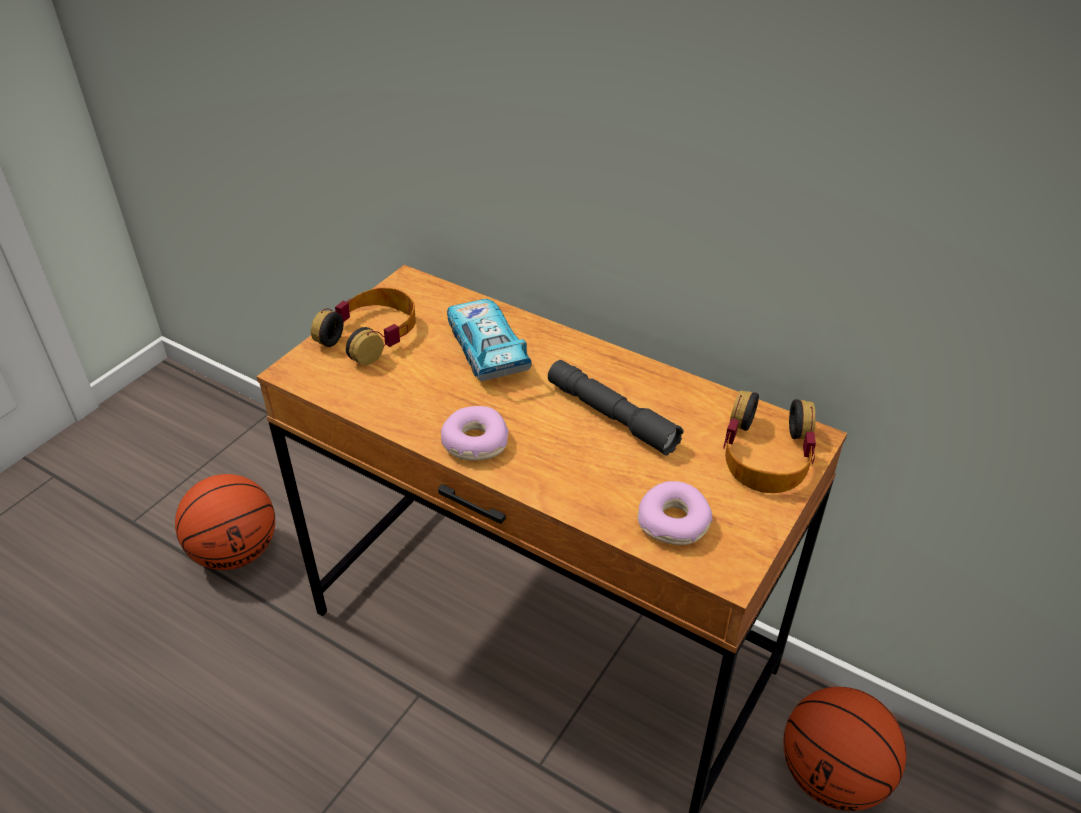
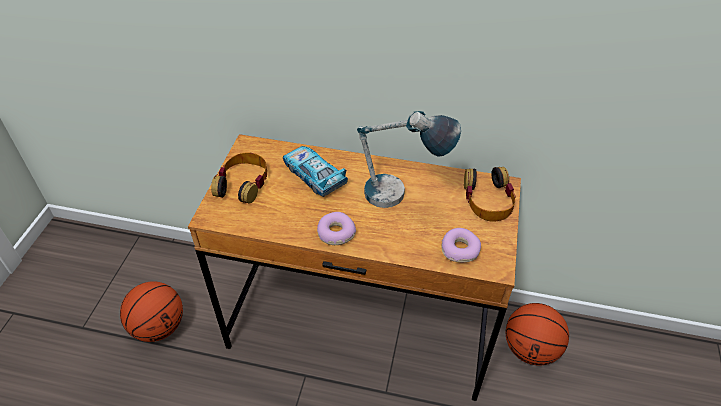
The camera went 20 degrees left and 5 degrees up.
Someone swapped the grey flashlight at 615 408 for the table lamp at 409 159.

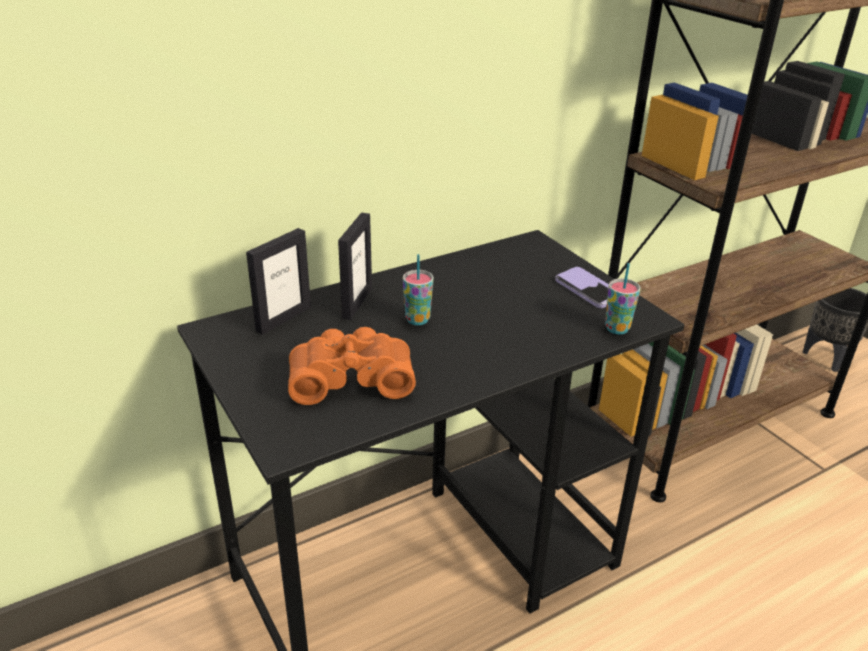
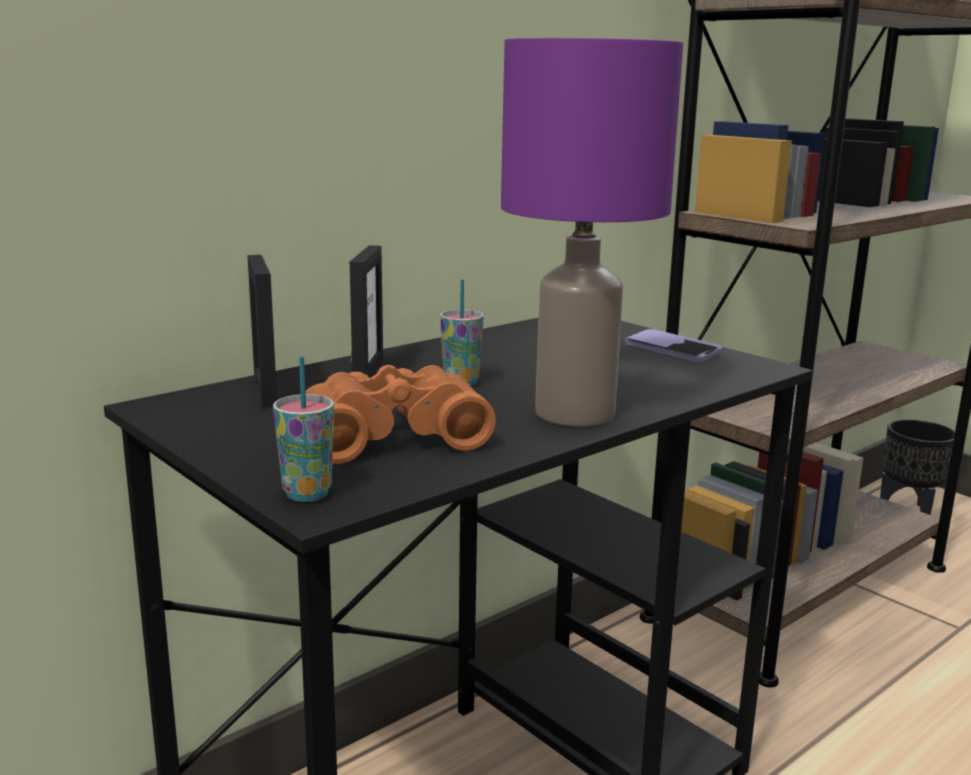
The camera went 10 degrees left and 15 degrees down.
Someone rotated the picture frame at 278 281 by 135 degrees clockwise.
Someone carried the cup from 622 298 to 303 429.
Someone put down the purple table lamp at 592 232.

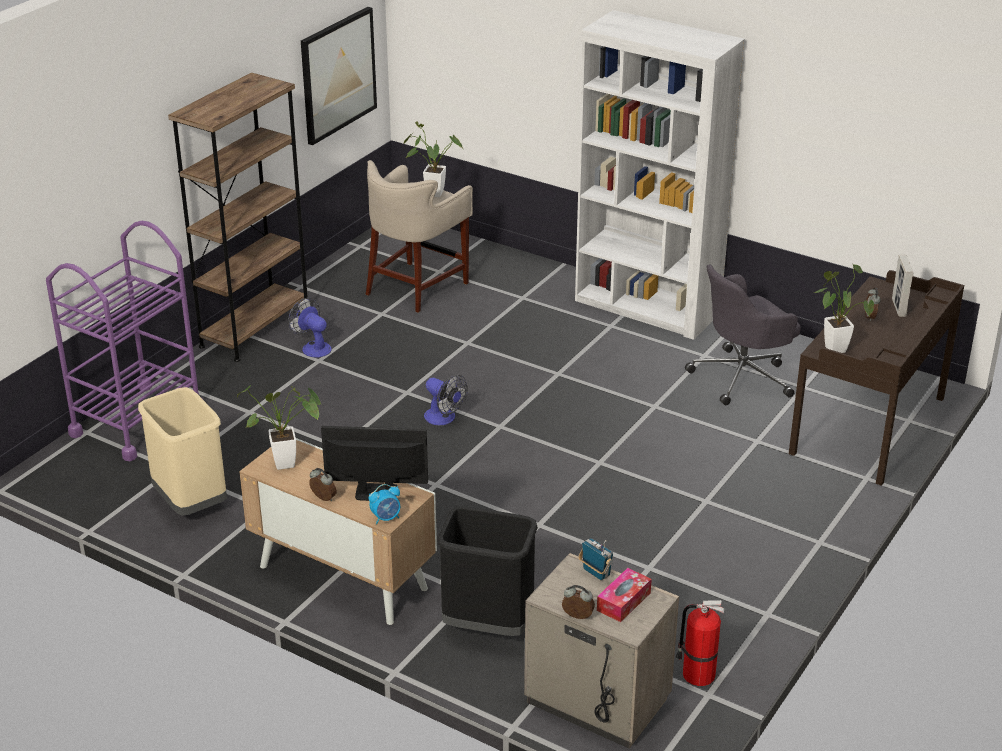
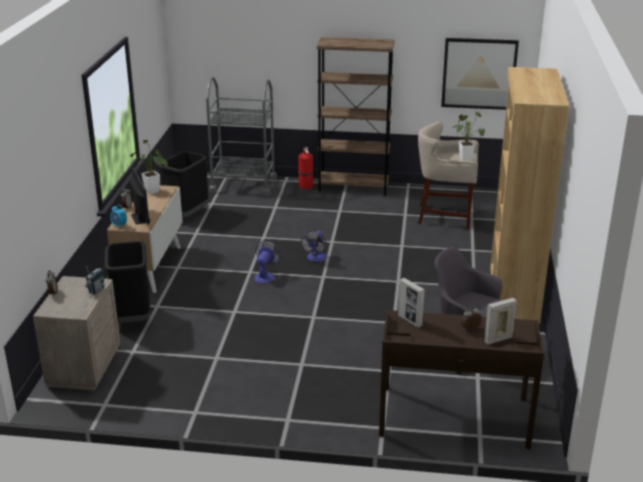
The camera went 65 degrees right and 5 degrees down.
Someone repainted the purple cart at 122 341, which became the grey cart at 241 136.
Someone repainted the beige trash can at 182 451, which became the black trash can at 184 184.
Someone carried the fan from 310 327 to 267 262.
Someone repainted the white bookcase at 660 175, which became the brown bookcase at 529 195.
Someone took away the tissue box at 624 595.
Someone carried the fire extinguisher from 700 643 to 305 168.
Someone swapped the potted plant at 844 308 for the picture frame at 411 303.

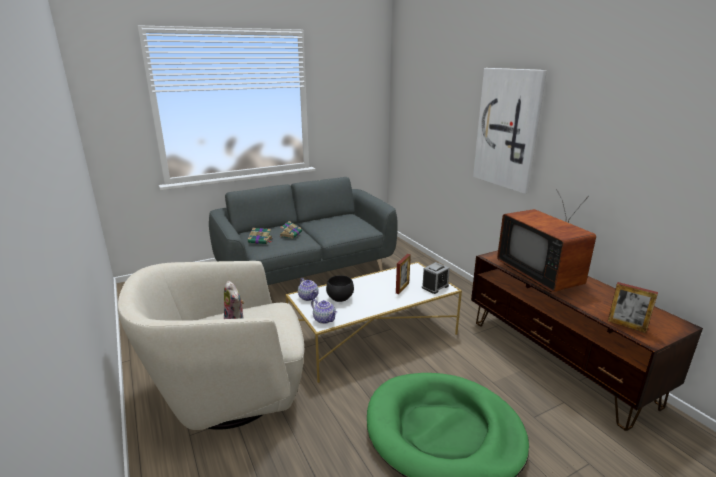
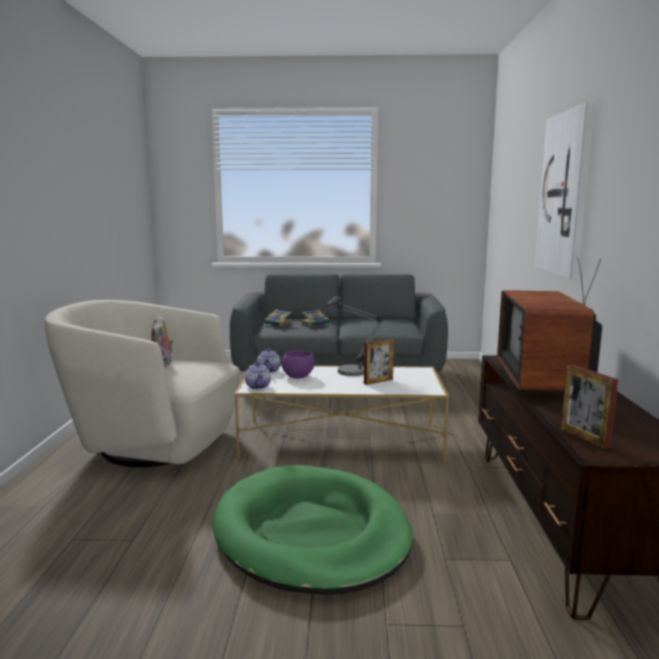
The camera went 30 degrees right and 10 degrees down.
Someone repainted the black bowl at 340 288, which became the purple bowl at 298 364.
Someone took away the alarm clock at 436 278.
Someone put down the table lamp at 356 336.

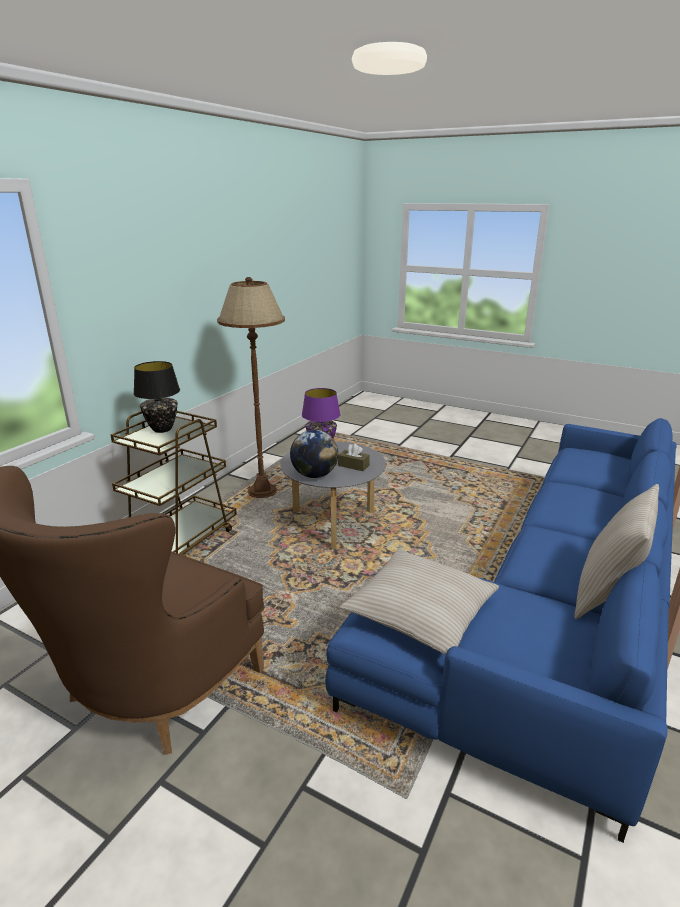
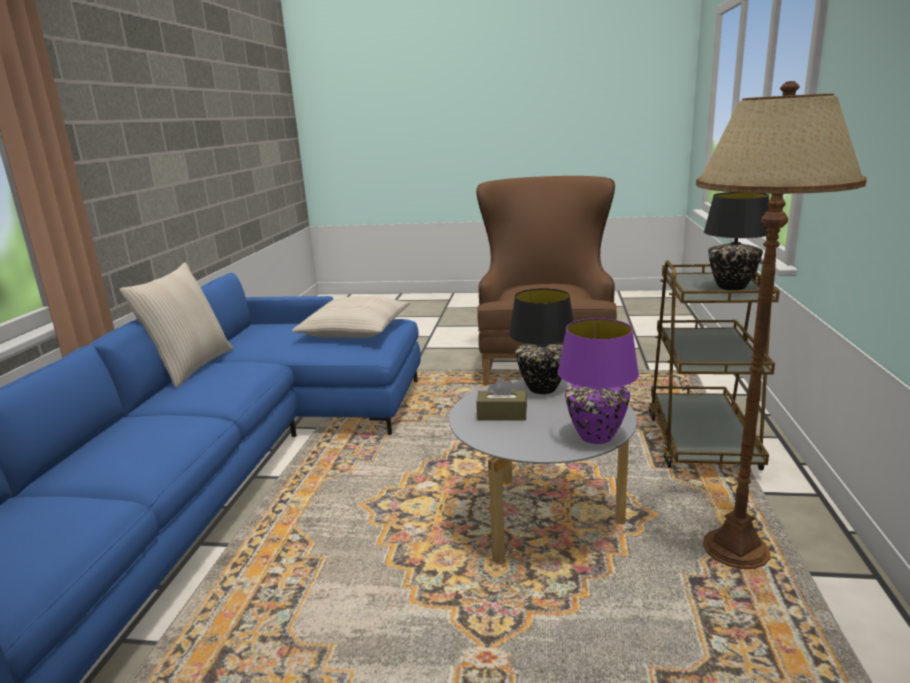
The camera went 160 degrees right and 5 degrees down.
Someone swapped the globe at 314 454 for the black table lamp at 541 341.

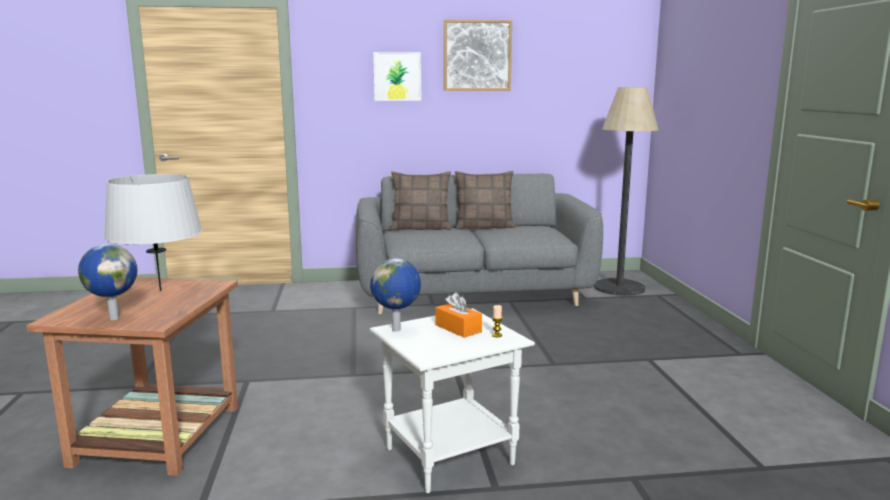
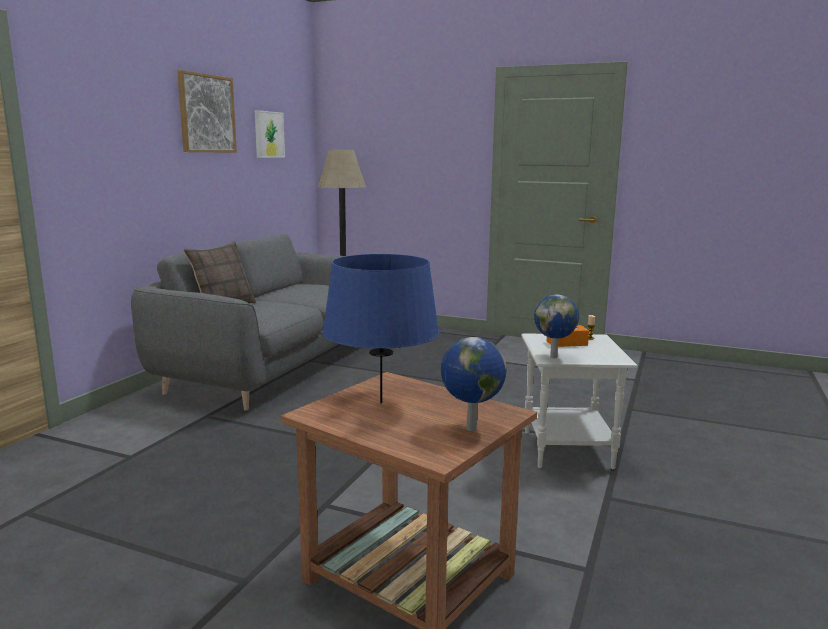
The camera went 60 degrees left and 0 degrees up.
Someone repainted the grey table lamp at 153 232, which became the blue table lamp at 380 329.
Someone carried the picture from 397 76 to 270 134.
Someone took away the pillow at 485 200.

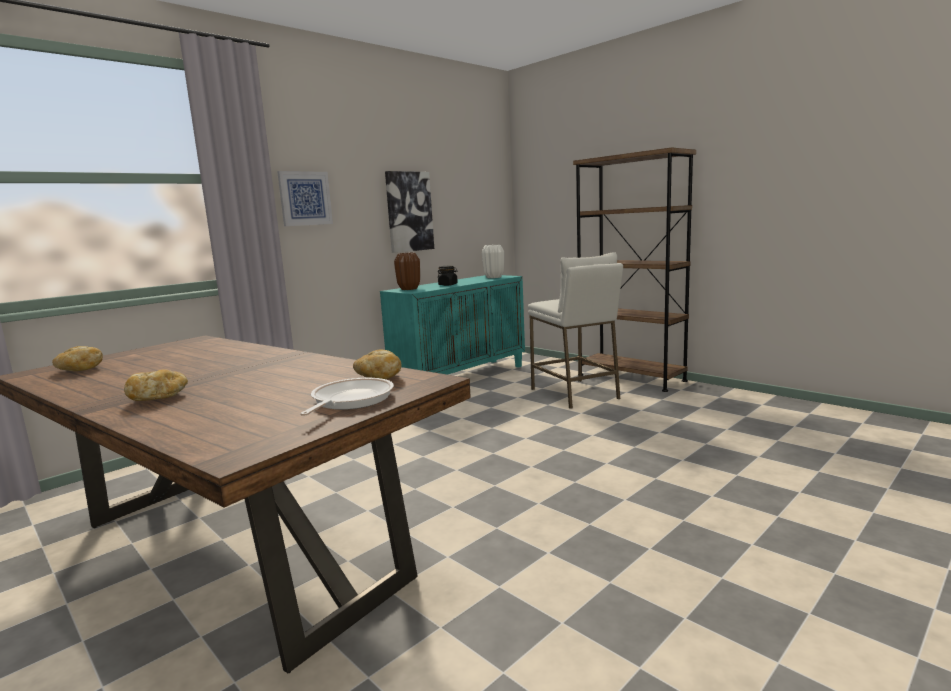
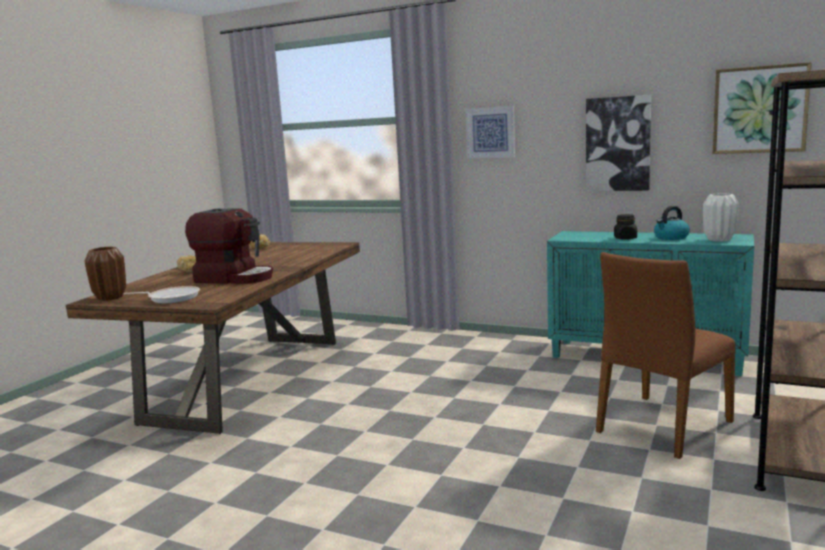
The camera went 70 degrees right and 0 degrees up.
Someone took away the bread at 377 364.
Someone carried the brown vase from 407 271 to 105 274.
Someone swapped the white stool at 575 330 for the brown chair at 666 355.
Someone put down the coffee machine at 229 246.
Someone put down the kettle at 672 223.
Someone put up the picture at 762 108.

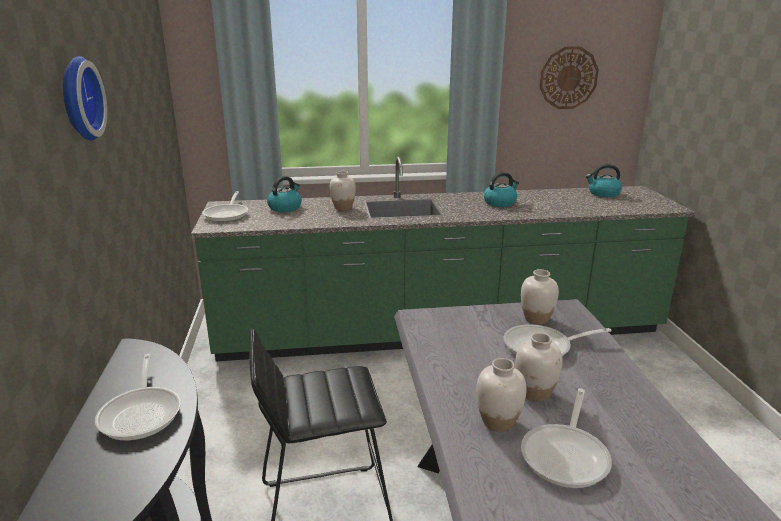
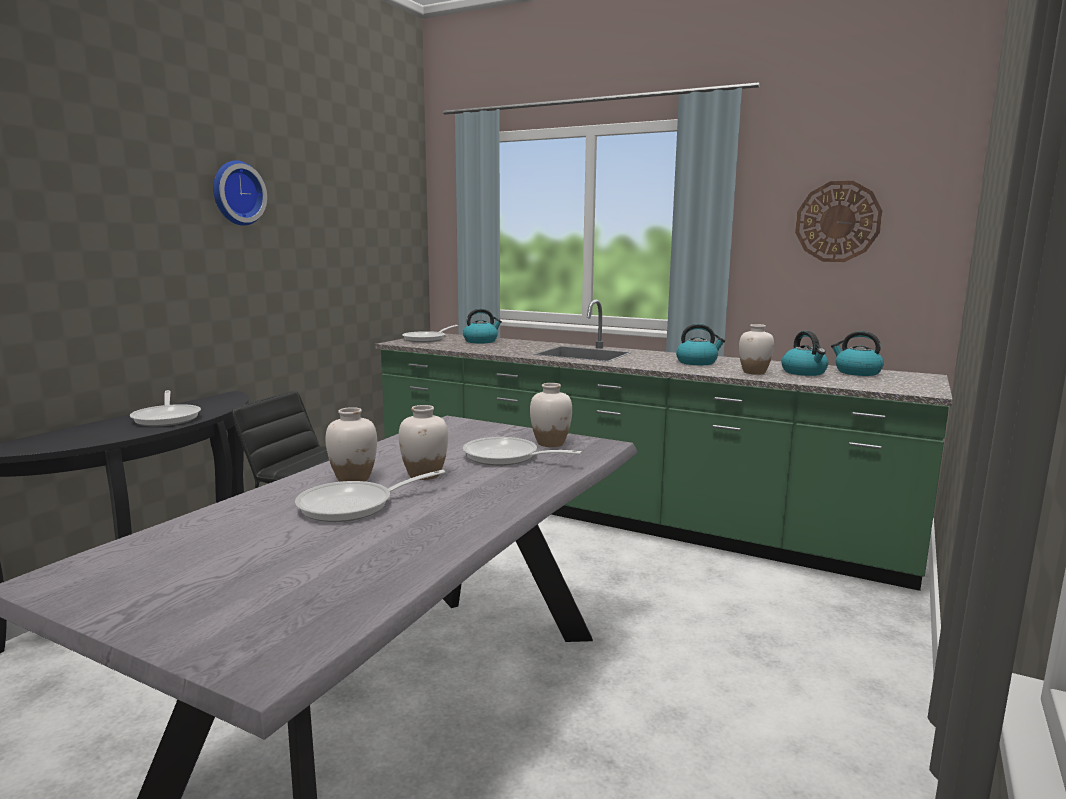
The camera went 35 degrees right and 10 degrees down.
Someone rotated the frying pan at 138 397 by 45 degrees counterclockwise.
Someone carried the white vase from 343 191 to 756 349.
Someone put down the kettle at 804 353.

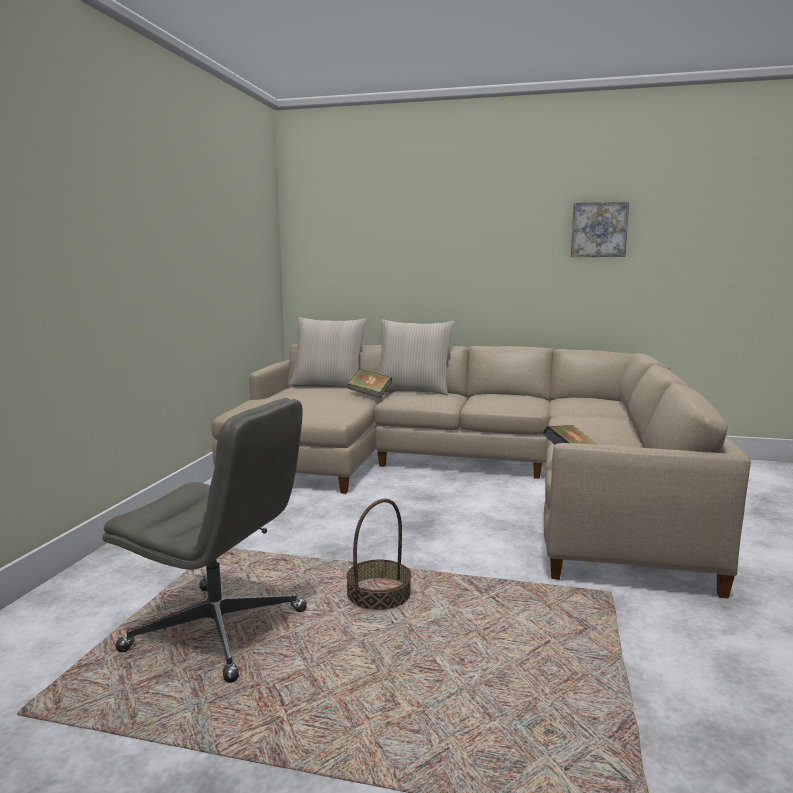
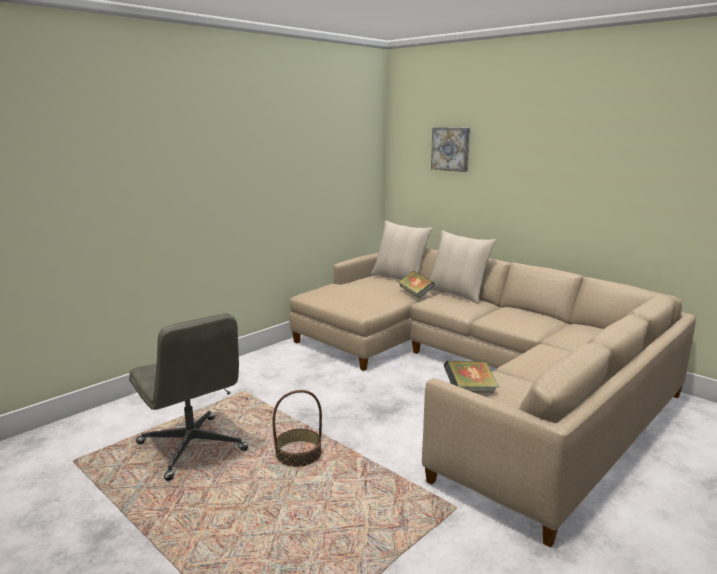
The camera went 30 degrees right and 5 degrees up.
Someone carried the picture from 600 229 to 450 149.

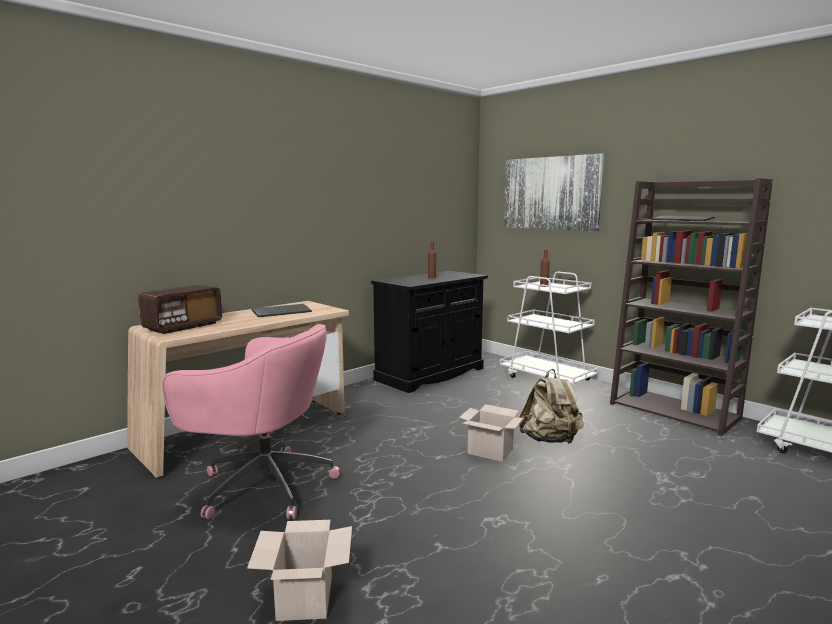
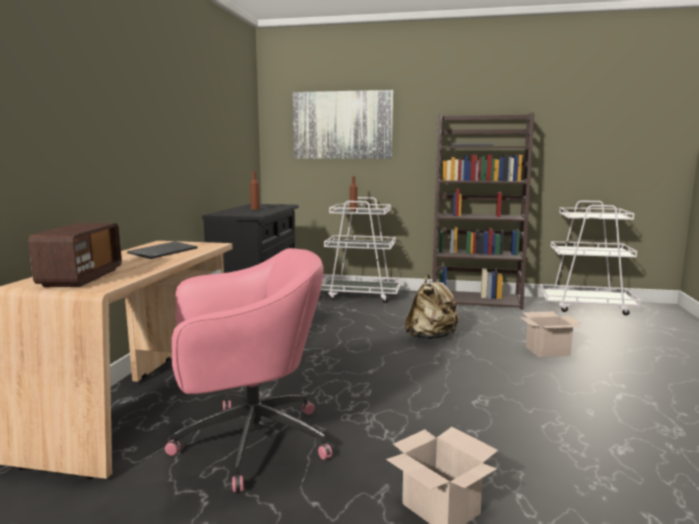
The camera went 35 degrees left and 0 degrees up.
Someone carried the cardboard box from 491 433 to 551 334.

